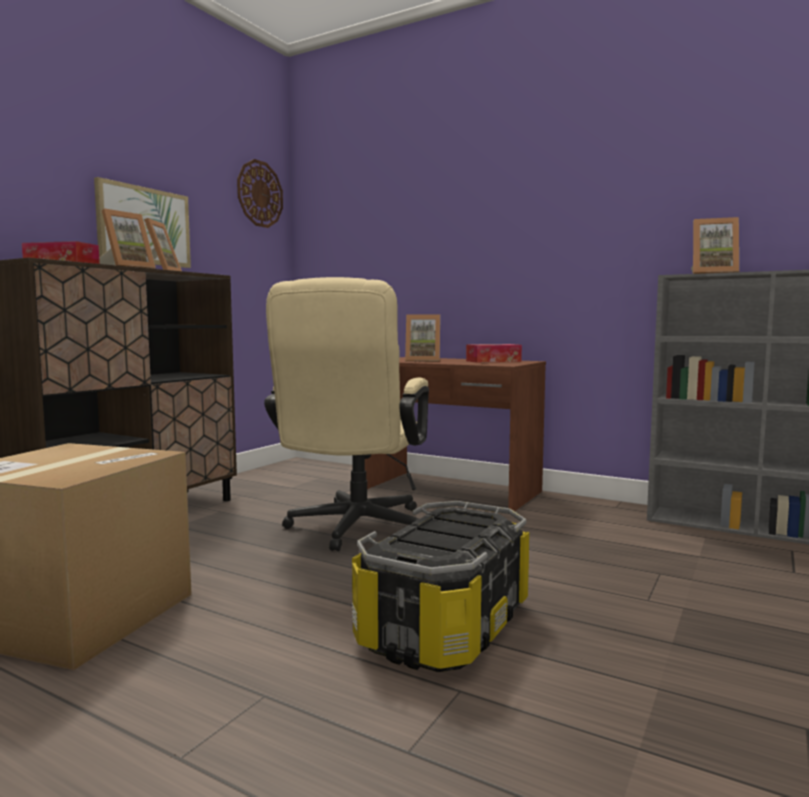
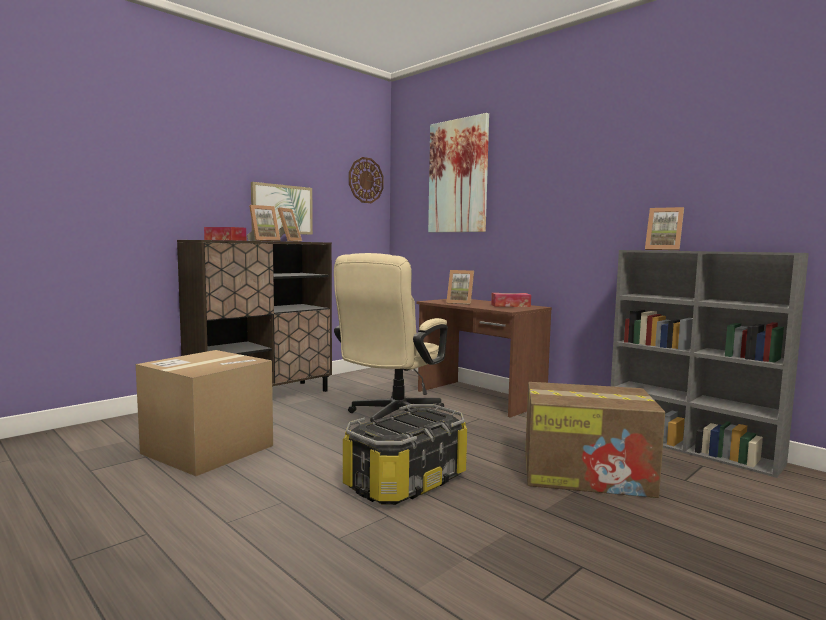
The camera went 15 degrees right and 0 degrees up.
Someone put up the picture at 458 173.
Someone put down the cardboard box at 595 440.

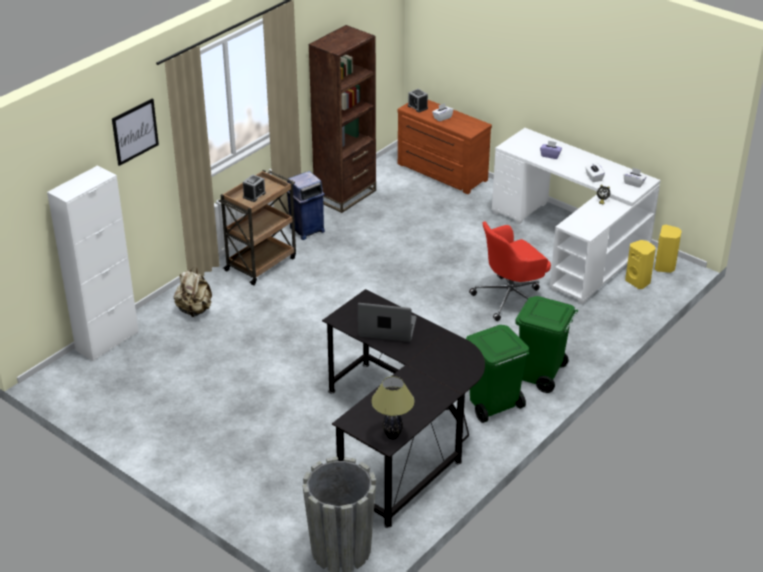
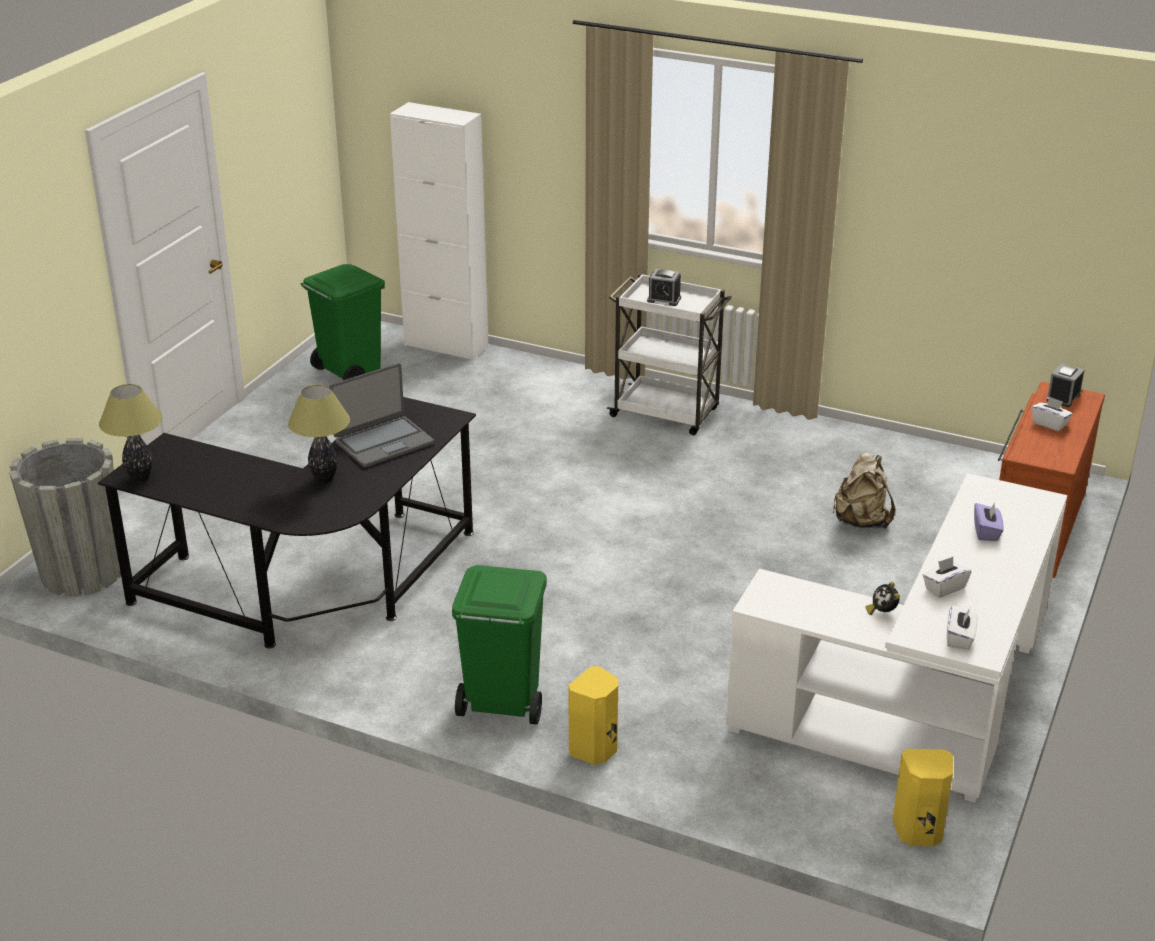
The camera went 75 degrees right and 5 degrees down.
Someone took away the picture at 135 132.
Someone carried the beige backpack from 193 292 to 864 491.
Someone repainted the brown cart at 257 228, which became the white cart at 669 354.
Someone took away the blue trash can at 305 205.
Someone took away the brown bookcase at 342 119.
Someone rotated the laptop at 387 322 by 60 degrees clockwise.
Someone carried the green trash can from 497 374 to 343 322.
Someone took away the red office chair at 510 271.
Someone carried the yellow speaker from 640 264 to 594 715.
Someone put down the table lamp at 319 434.

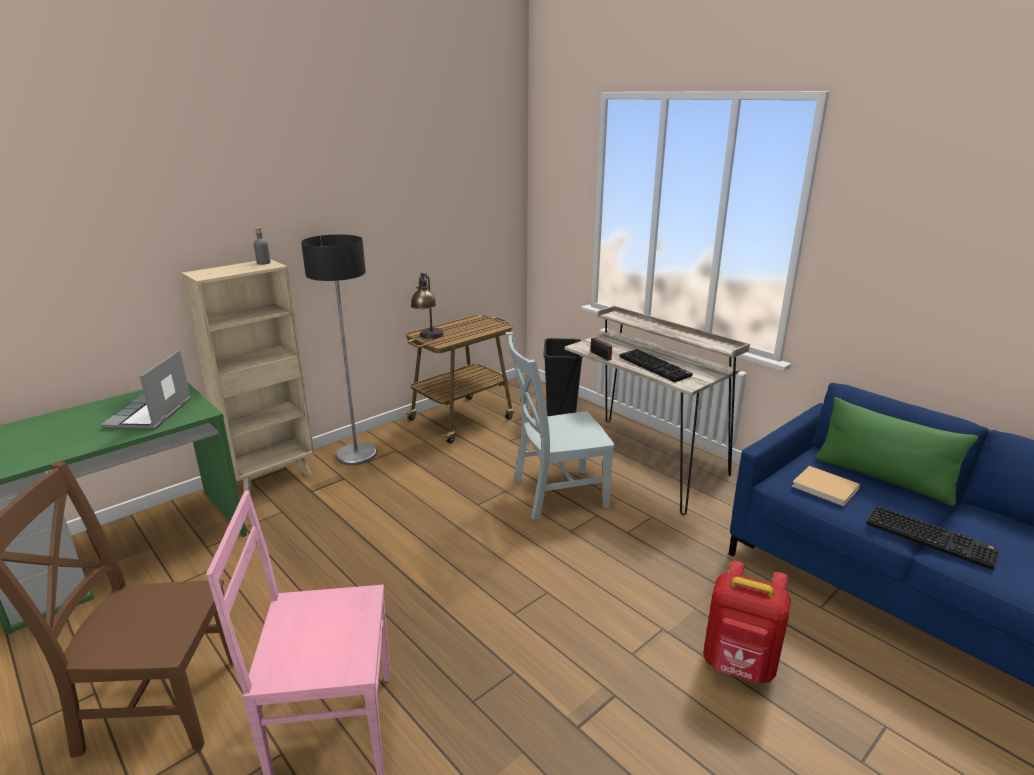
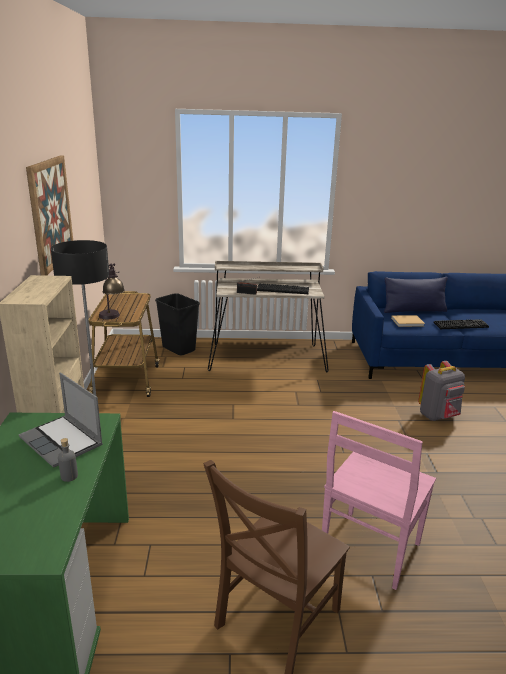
The camera went 50 degrees left and 0 degrees up.
Someone carried the grey bottle from 262 246 to 68 460.
Someone took away the grey chair at 560 426.
Someone repainted the red backpack at 747 622, which became the grey backpack at 441 391.
Someone repainted the green pillow at 896 451, which became the blue pillow at 416 295.
Someone put up the picture at 49 215.

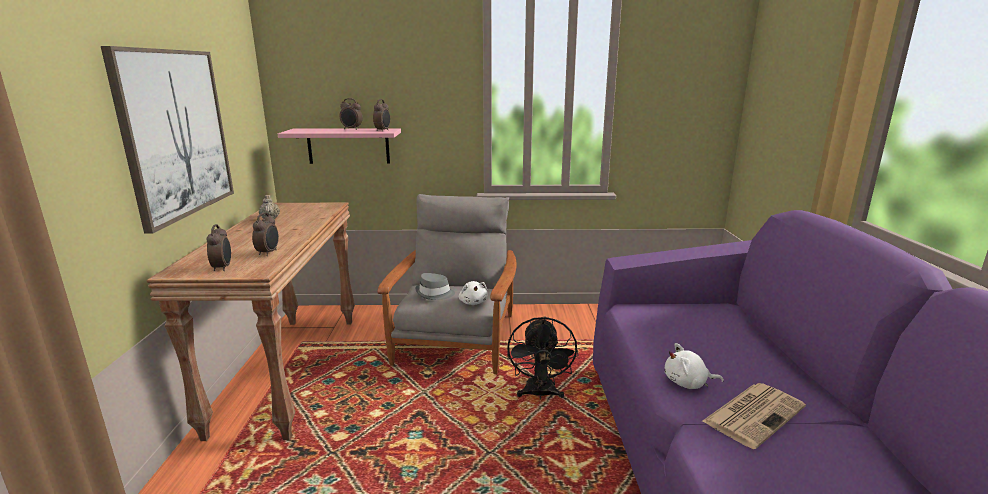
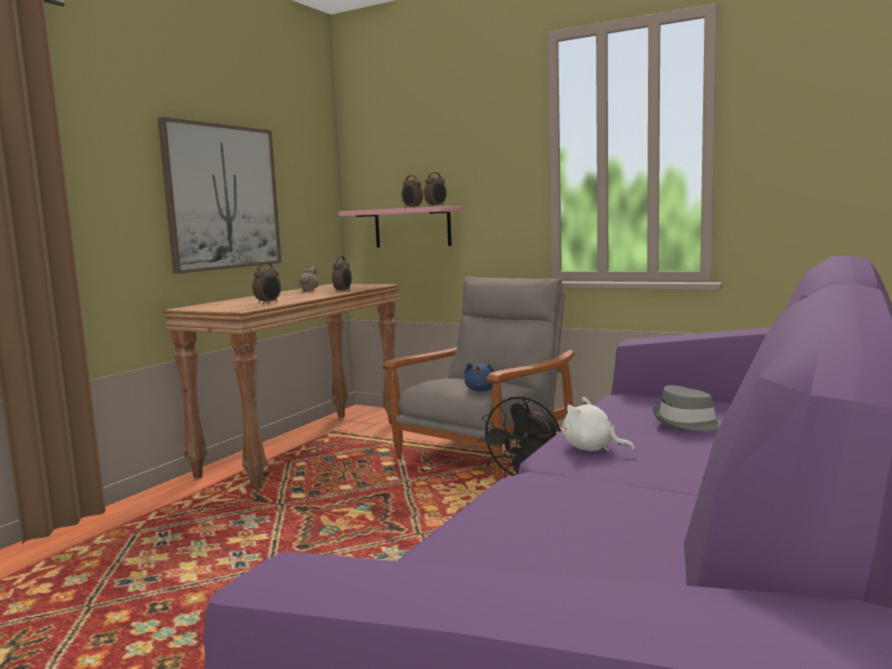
The camera went 30 degrees right and 10 degrees down.
Someone carried the alarm clock from 218 247 to 342 274.
Someone carried the grey hat from 435 286 to 687 408.
Someone repainted the white plush toy at 473 293, which became the blue plush toy at 479 377.
Someone took away the newspaper at 754 416.

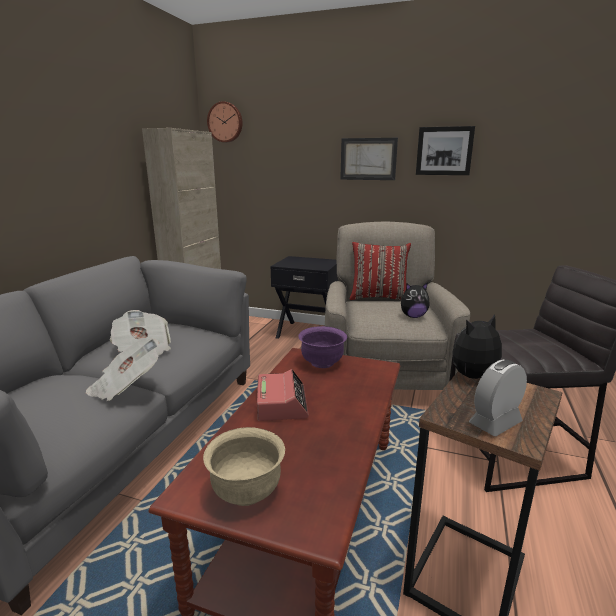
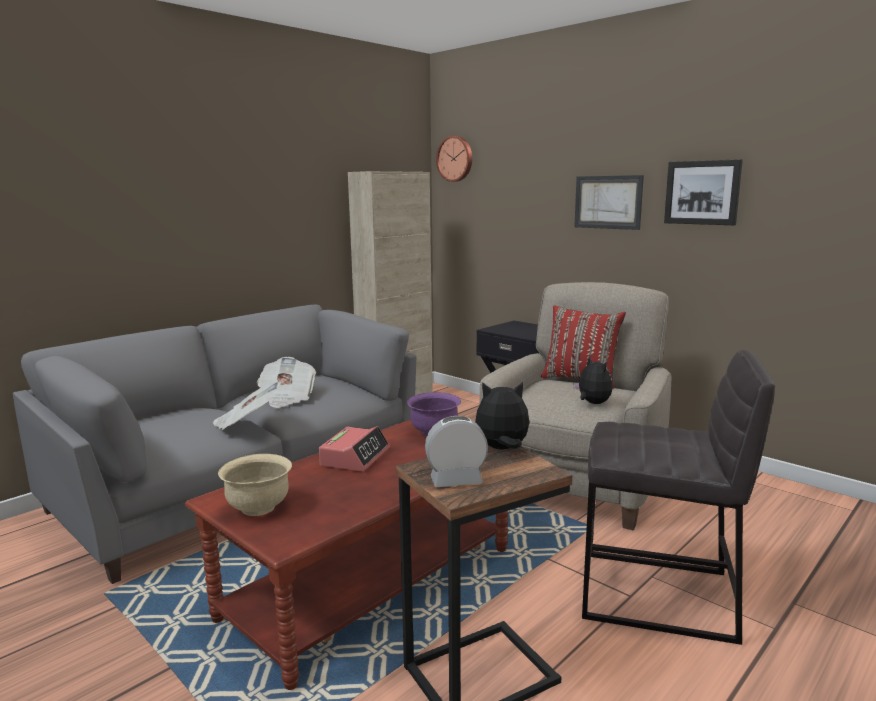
The camera went 25 degrees right and 5 degrees down.
Someone rotated the plush toy at 415 300 by 135 degrees counterclockwise.

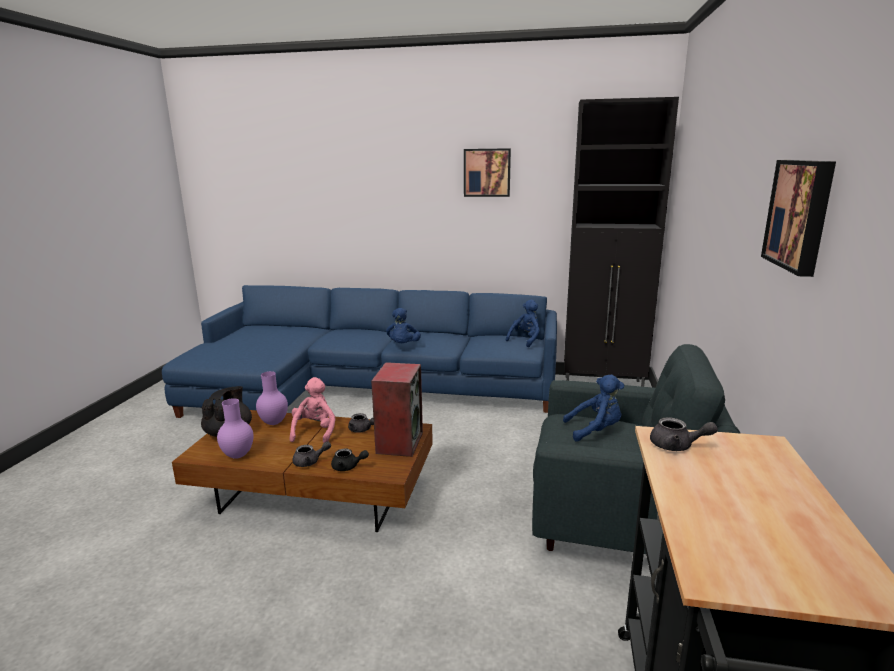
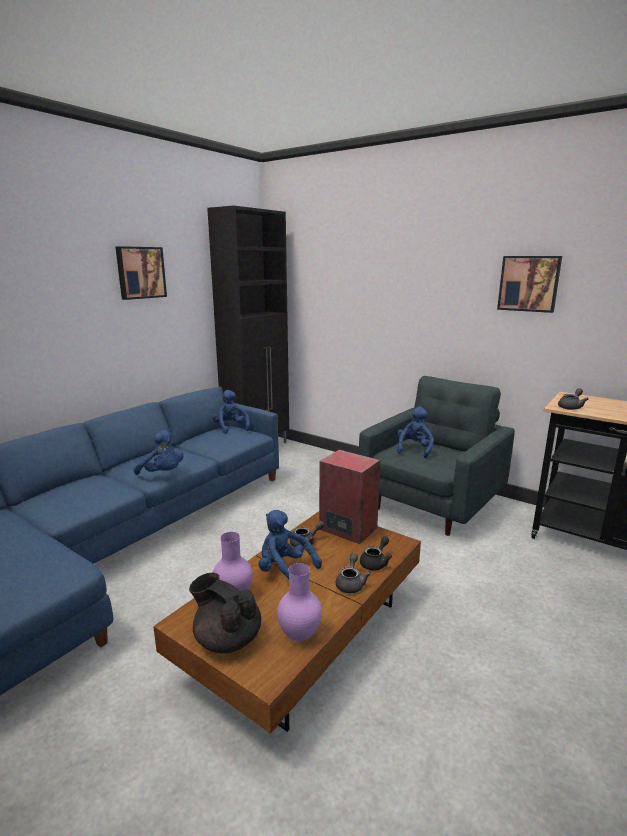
The camera went 65 degrees left and 0 degrees up.
Someone repainted the pink plush toy at 313 410, which became the blue plush toy at 290 544.

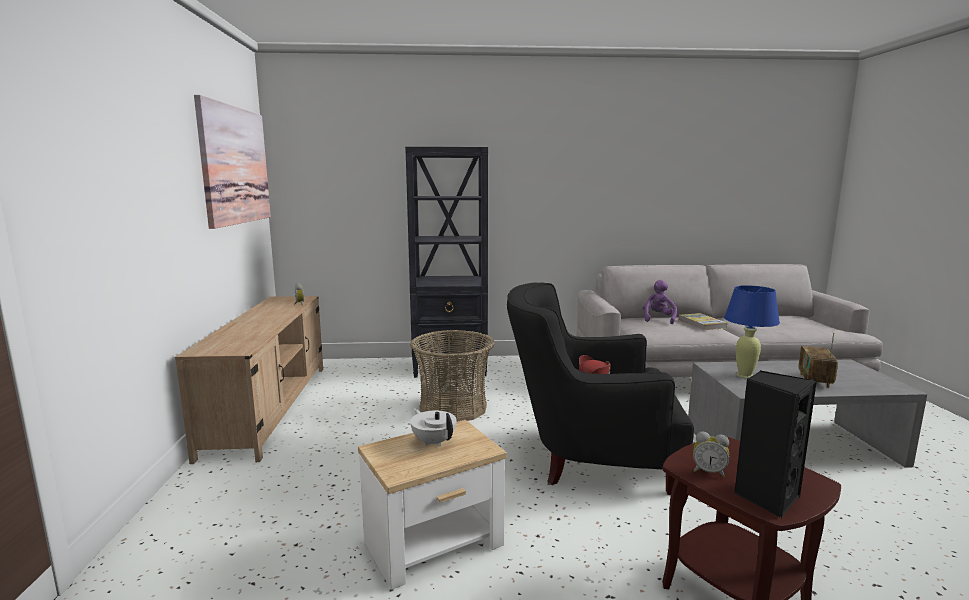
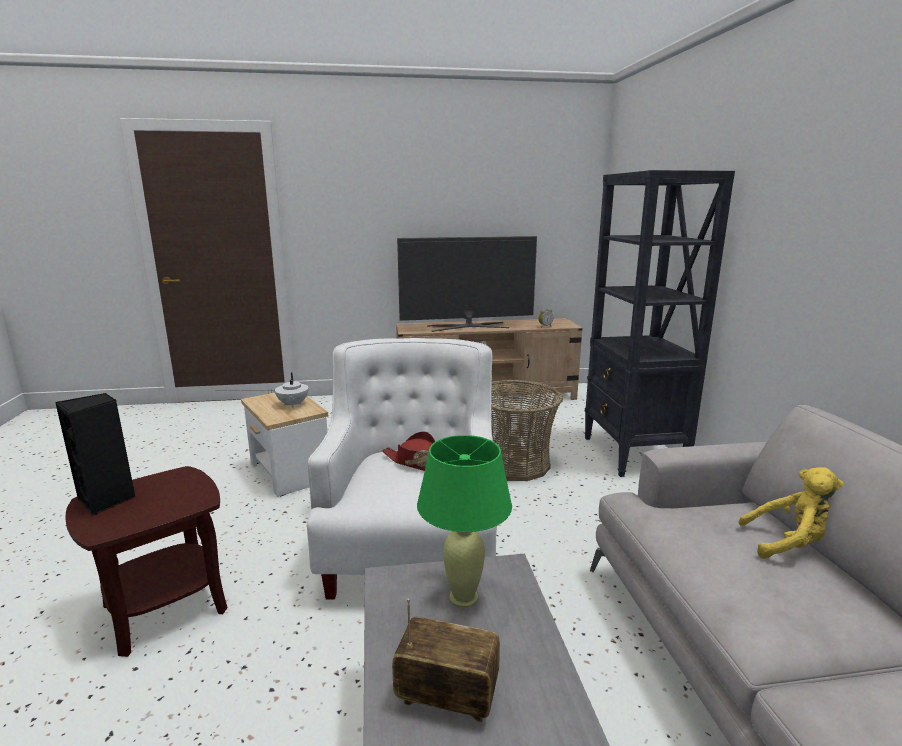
The camera went 85 degrees right and 5 degrees up.
Someone took away the picture at 232 162.
Someone rotated the white teapot at 433 427 by 120 degrees clockwise.
Someone repainted the black armchair at 600 389, which became the white armchair at 402 469.
Someone repainted the purple plush toy at 660 302, which became the yellow plush toy at 791 513.
Someone took away the book at 703 321.
Someone took away the alarm clock at 711 454.
Someone repainted the blue table lamp at 752 332, which became the green table lamp at 464 521.
Someone put down the television at 467 284.

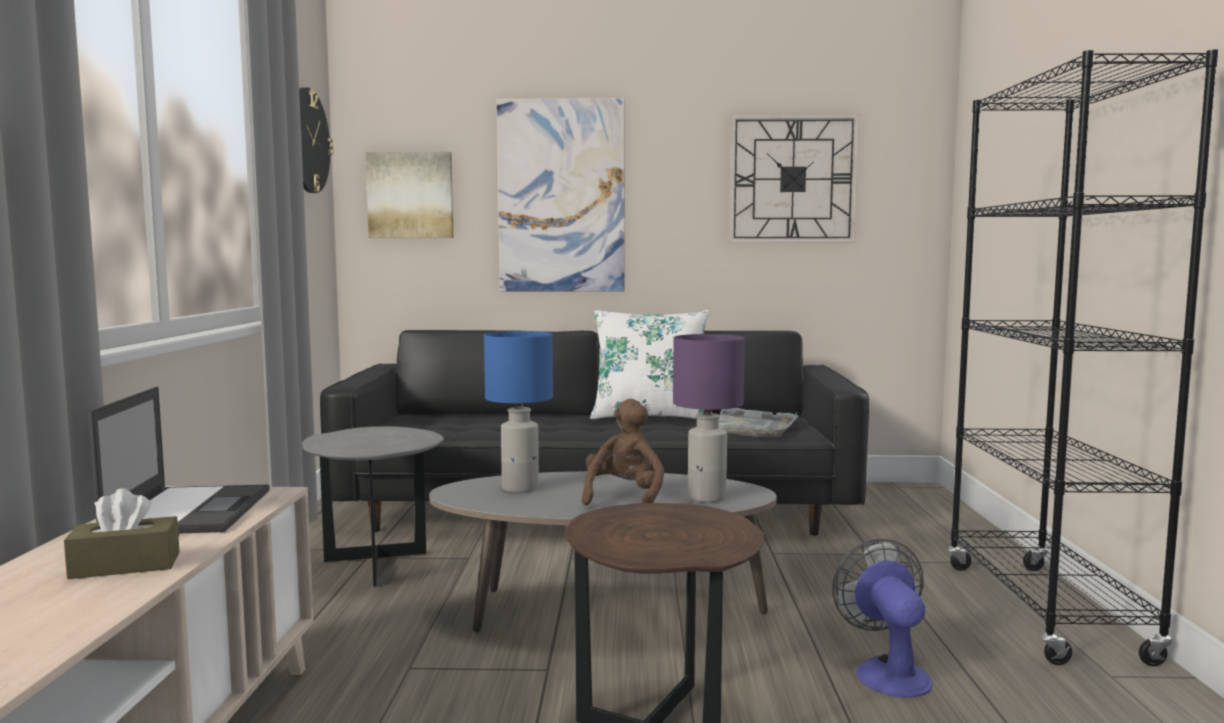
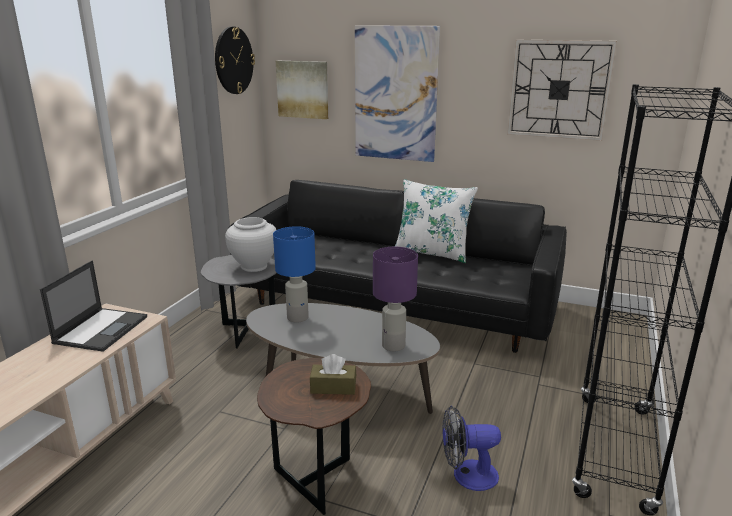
The camera went 20 degrees right and 15 degrees up.
Someone carried the brown tissue box from 122 533 to 333 374.
Someone took away the brown plush toy at 623 452.
Someone took away the grey tray at 758 422.
Someone rotated the fan at 882 618 by 105 degrees counterclockwise.
Someone put down the white vase at 250 244.

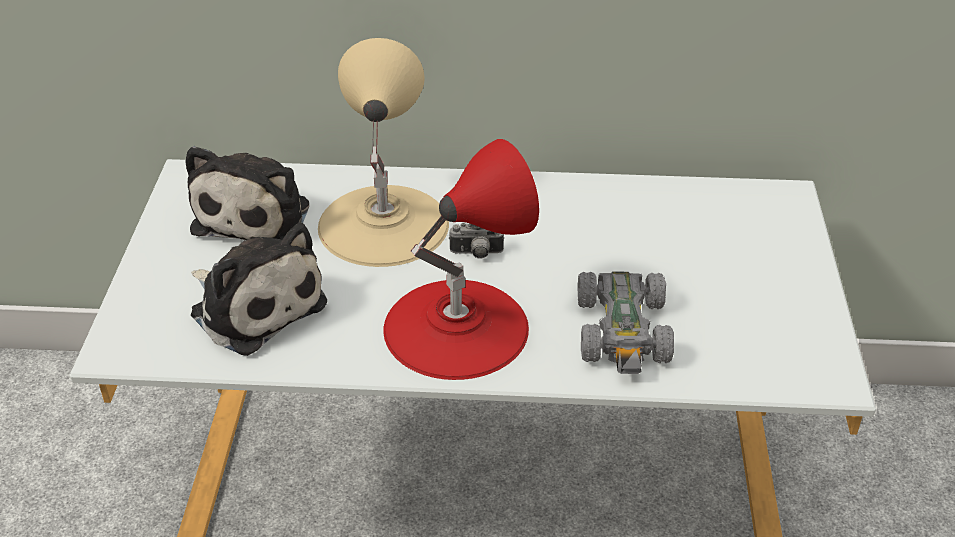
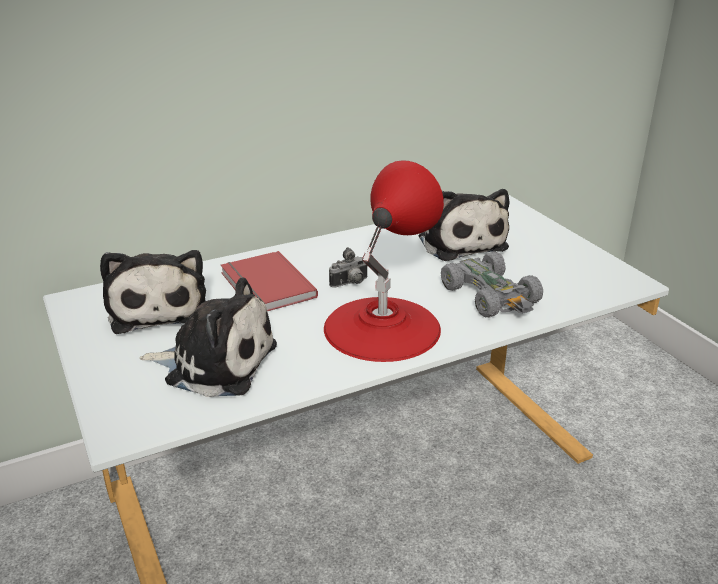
The camera went 30 degrees left and 10 degrees down.
Someone swapped the beige table lamp at 383 152 for the red book at 269 281.
Someone put down the plush toy at 464 225.

